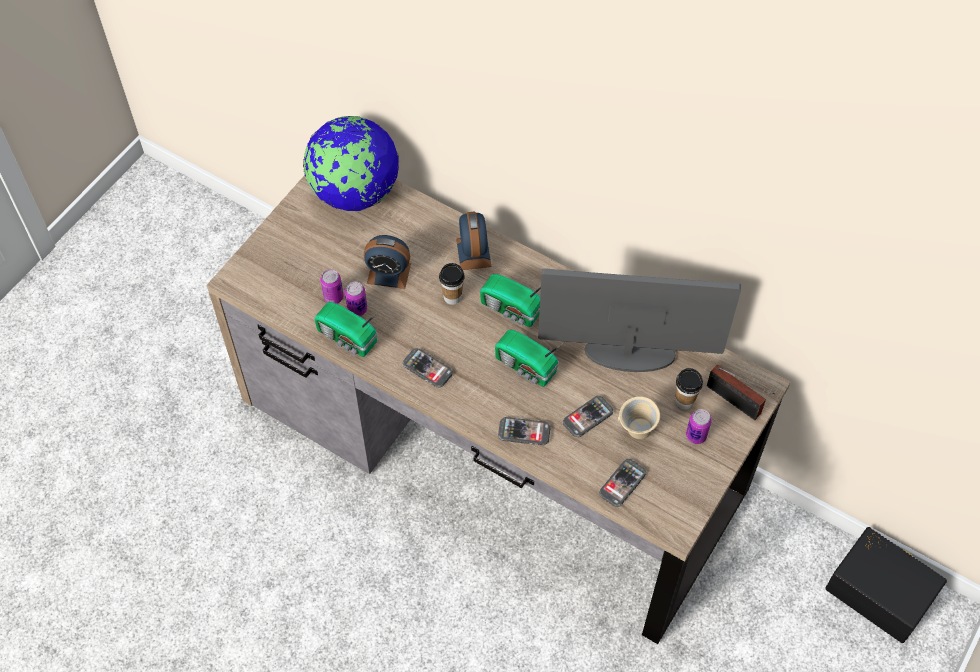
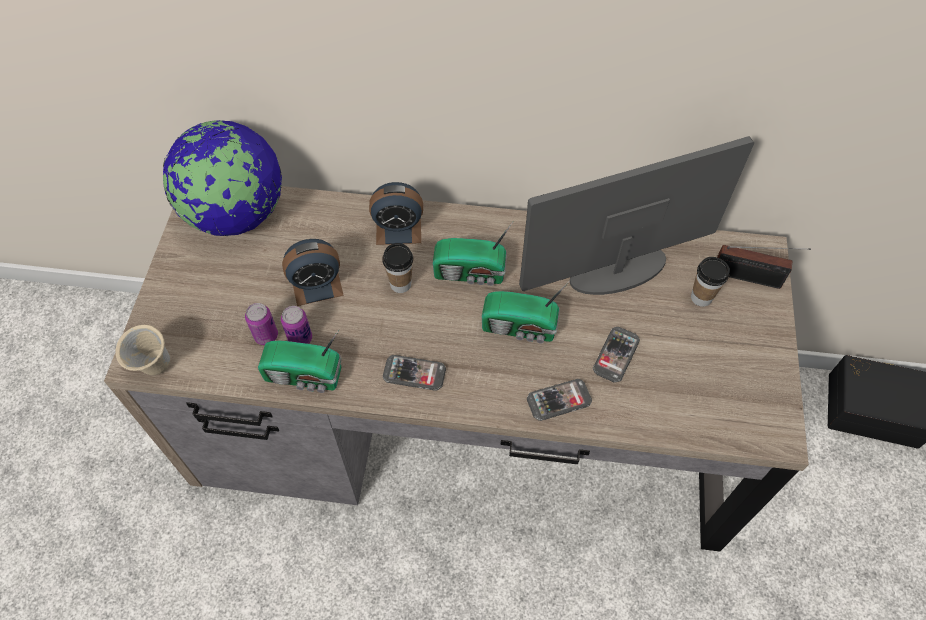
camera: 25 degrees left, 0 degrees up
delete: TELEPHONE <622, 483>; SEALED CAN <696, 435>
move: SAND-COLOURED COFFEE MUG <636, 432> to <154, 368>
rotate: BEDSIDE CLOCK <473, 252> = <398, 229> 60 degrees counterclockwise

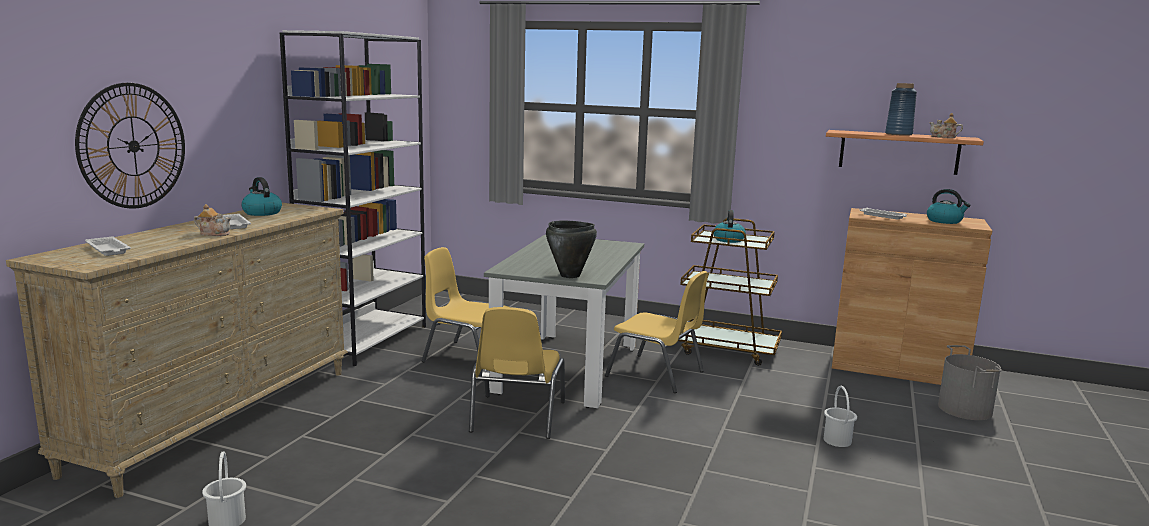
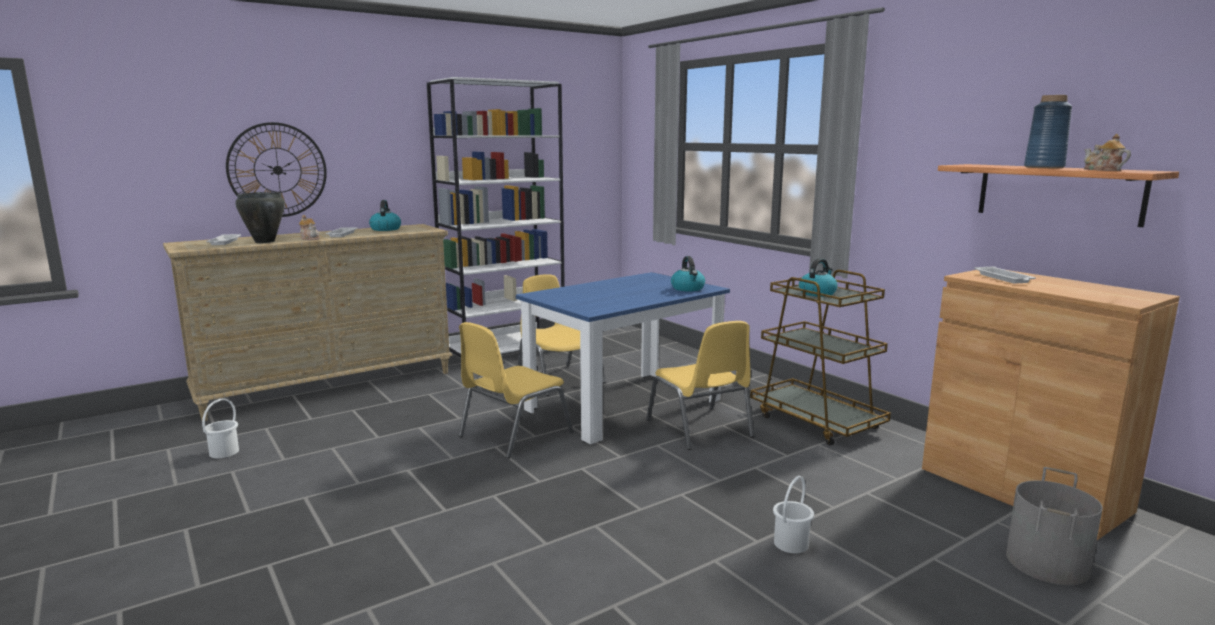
camera: 35 degrees right, 0 degrees up
move: BLACK STOCKPOT <570, 275> to <264, 241>; KETTLE <945, 221> to <688, 288>
recolor: GRAY KITCHEN TABLE <567, 369> to BLUE KITCHEN TABLE <624, 406>

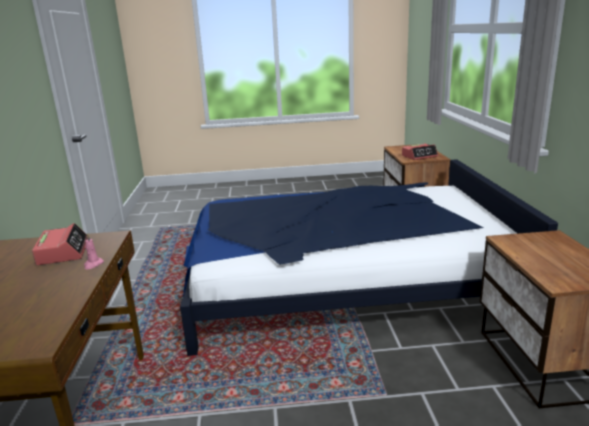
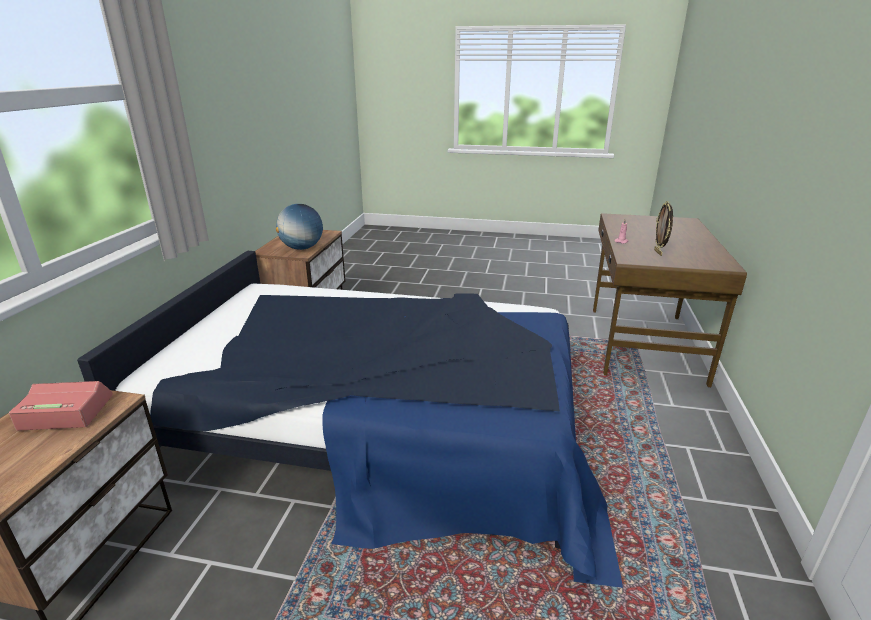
camera: 165 degrees left, 5 degrees up
insert: WORLD GLOBE <302, 248>
replace: BEDSIDE CLOCK <63, 252> to STANDING FRAME <658, 252>

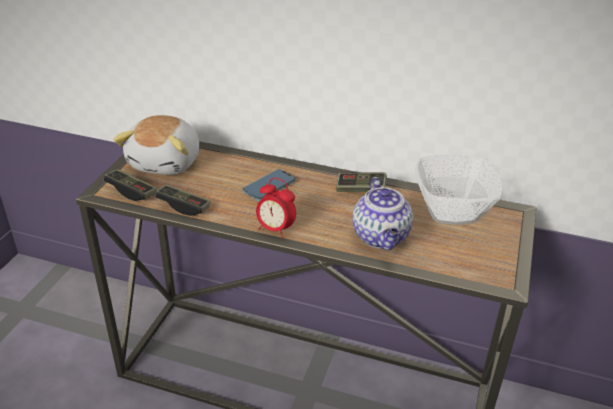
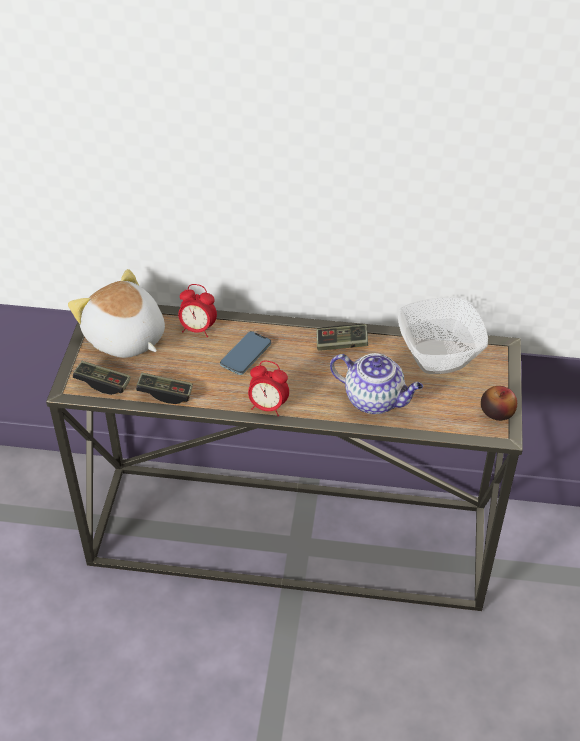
camera: 10 degrees left, 10 degrees up
insert: BEDSIDE CLOCK <198, 329>; APPLE FRUIT <497, 412>
rotate: SOFT TOY <166, 162> = <125, 338> 135 degrees clockwise; POT FOR TEA <381, 237> = <375, 400> 45 degrees counterclockwise

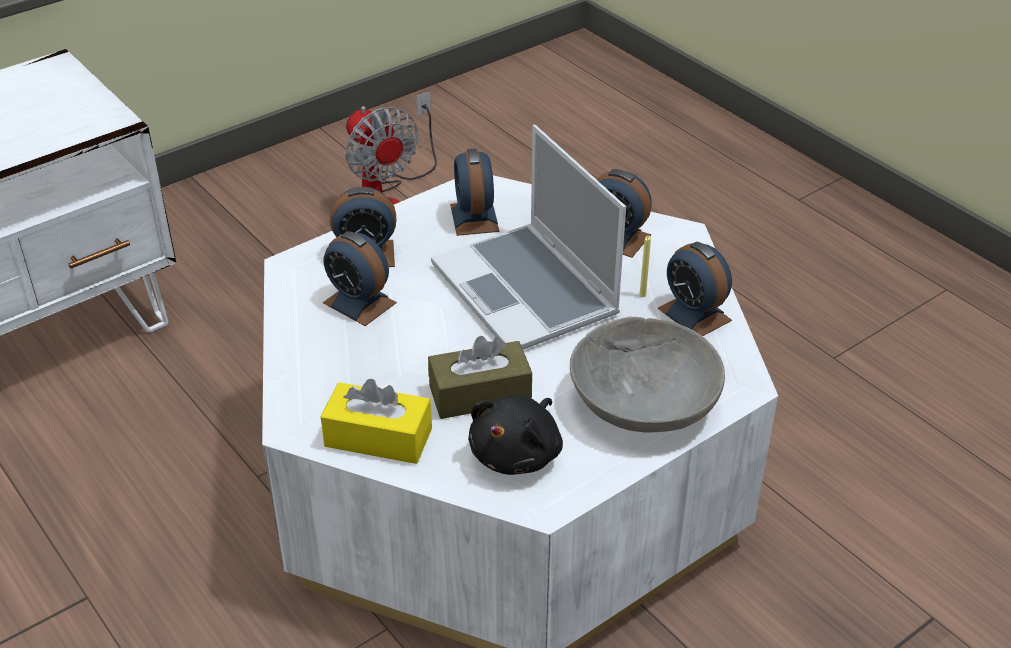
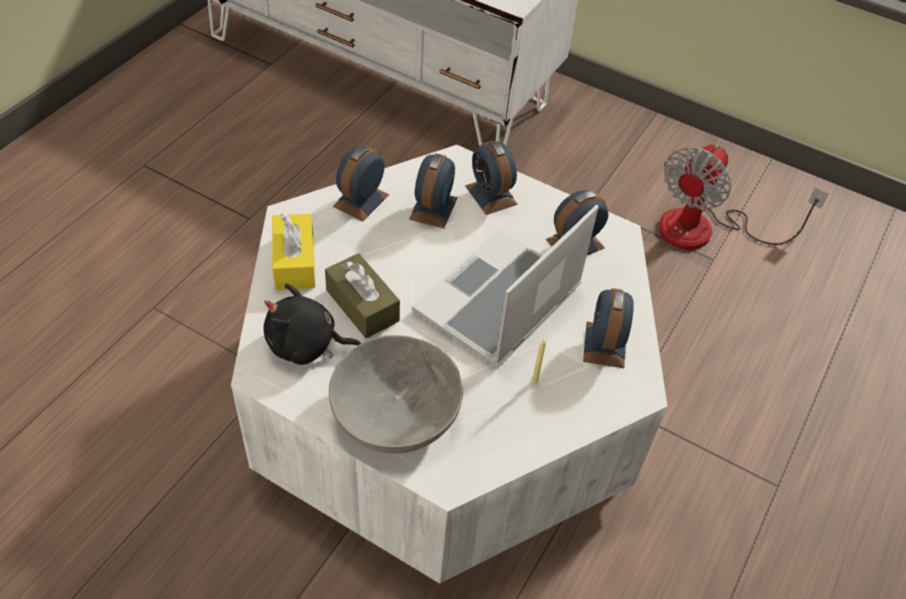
camera: 65 degrees right, 10 degrees up
move: BEDSIDE CLOCK <694, 314> to <361, 200>

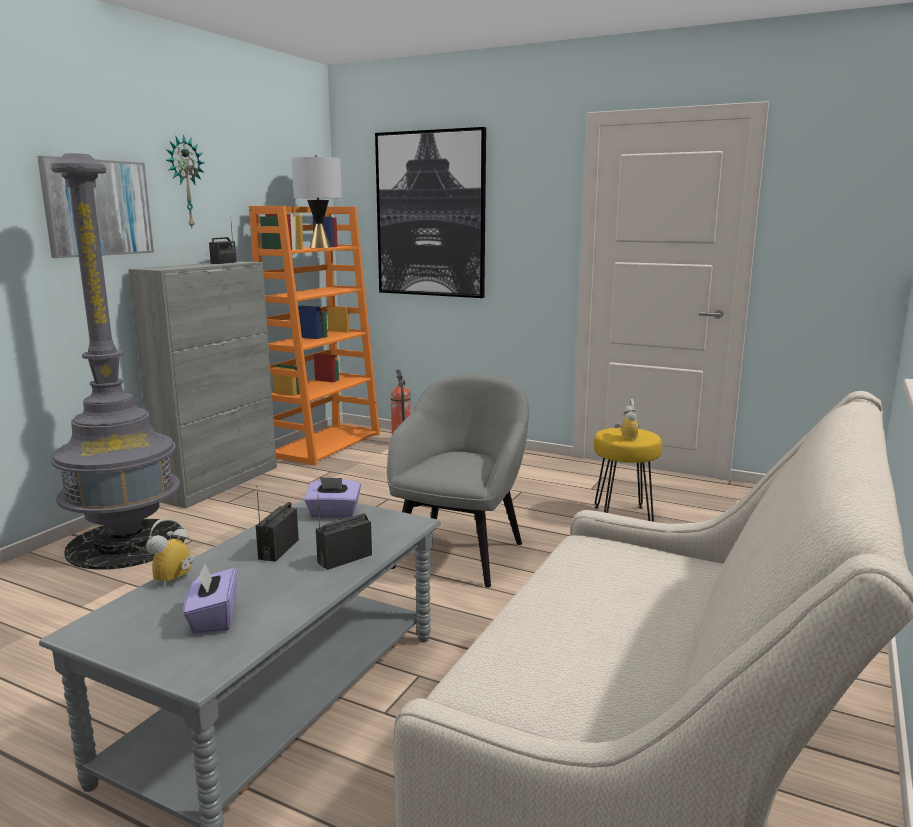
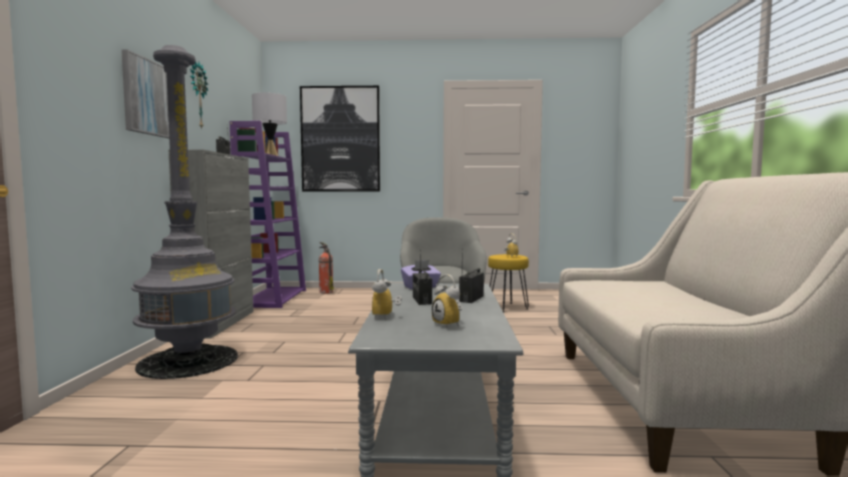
camera: 25 degrees left, 10 degrees down
replace: PURPLE BOX OF TISSUES <213, 618> to BEDSIDE CLOCK <450, 325>
recolor: ORANGE-COLOURED BOOKSHELF <325, 444> to PURPLE BOOKSHELF <273, 298>

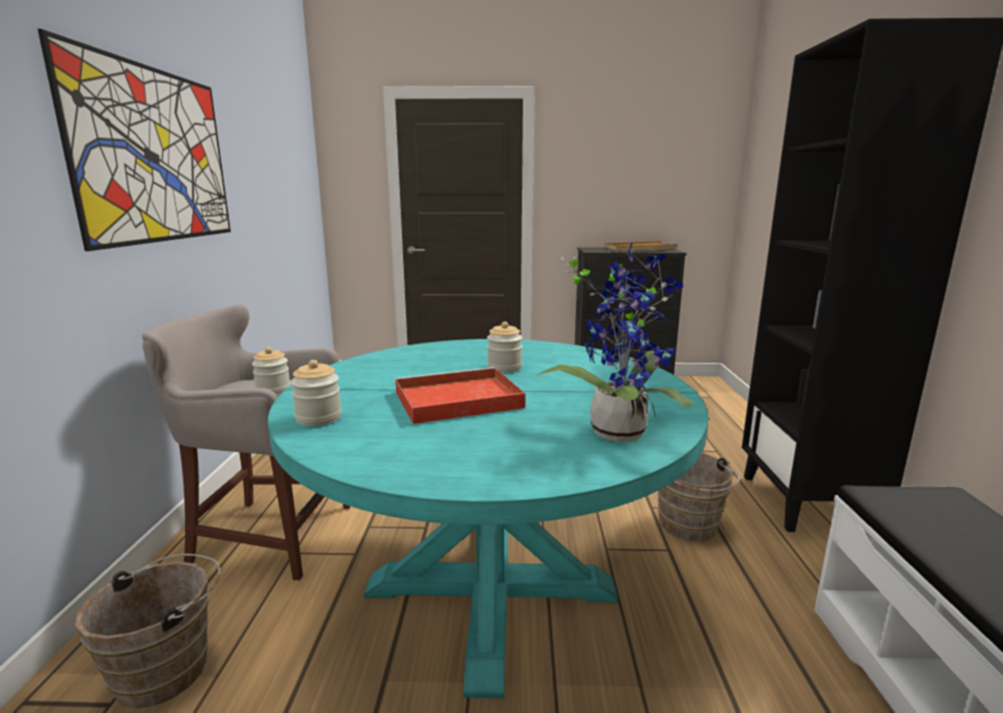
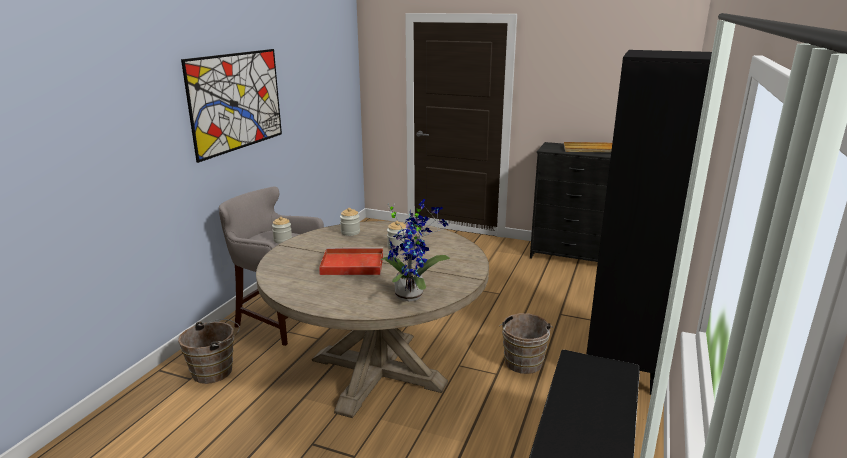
camera: 20 degrees right, 5 degrees up
move: JAR <318, 418> to <350, 232>
recolor: TURQUOISE KITCHEN TABLE <490, 589> to SAND-COLOURED KITCHEN TABLE <377, 371>

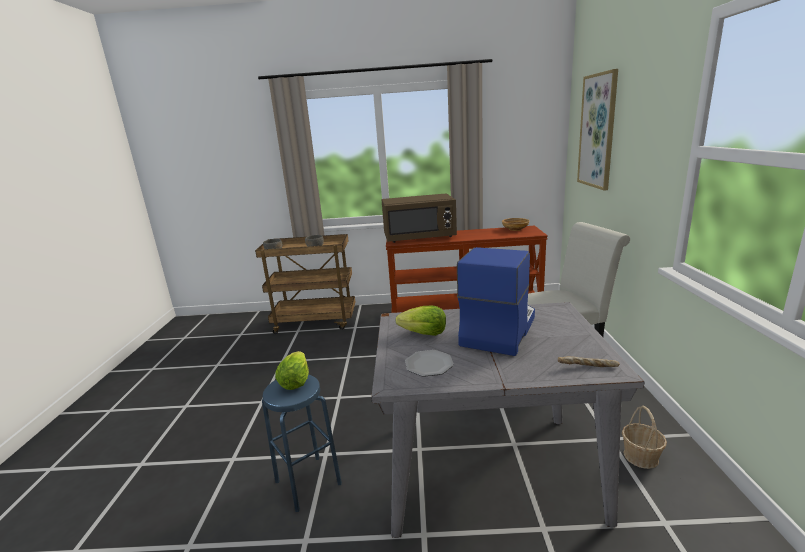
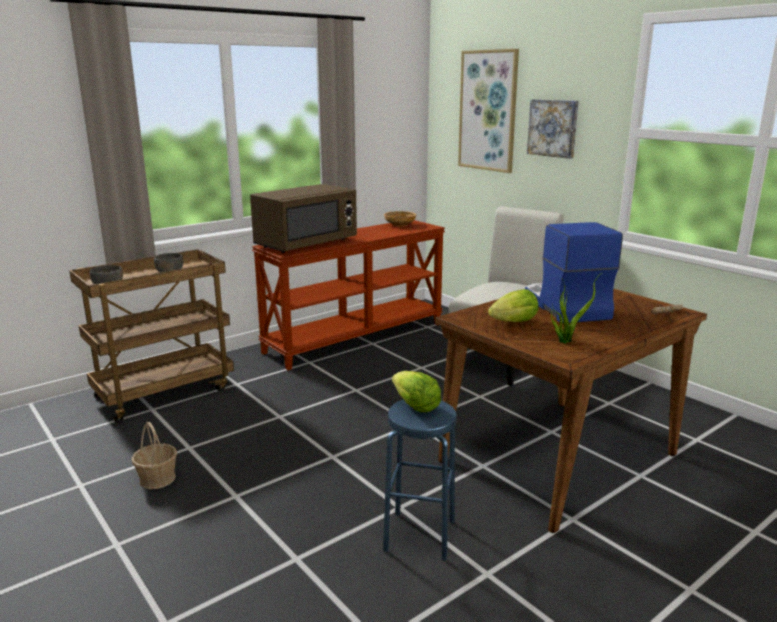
camera: 40 degrees left, 0 degrees up
insert: WALL PICTURE <553, 128>
move: HOUSEHOLD BASKET <641, 456> to <157, 478>
replace: FLAT DISH <429, 364> to HOUSEPLANT <566, 340>
recolor: GRAY KITCHEN TABLE <486, 471> to BROWNISH KITCHEN TABLE <557, 458>

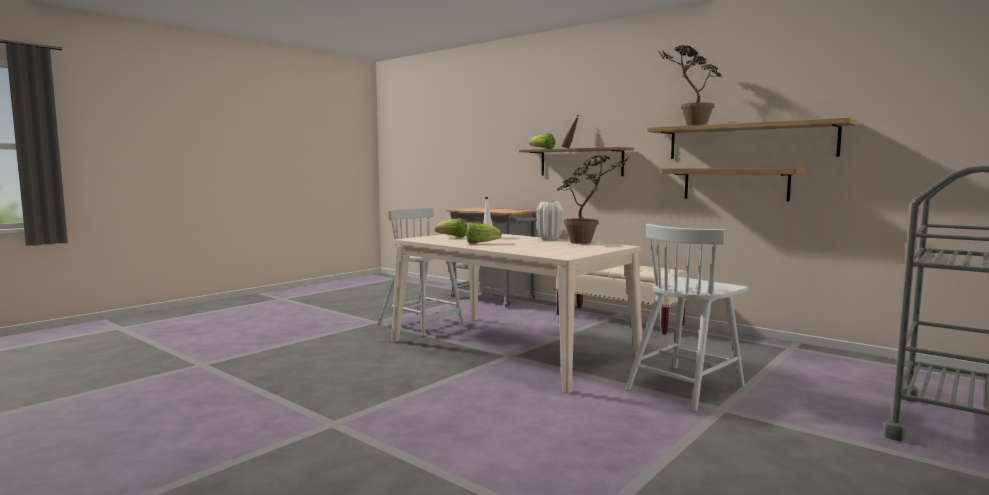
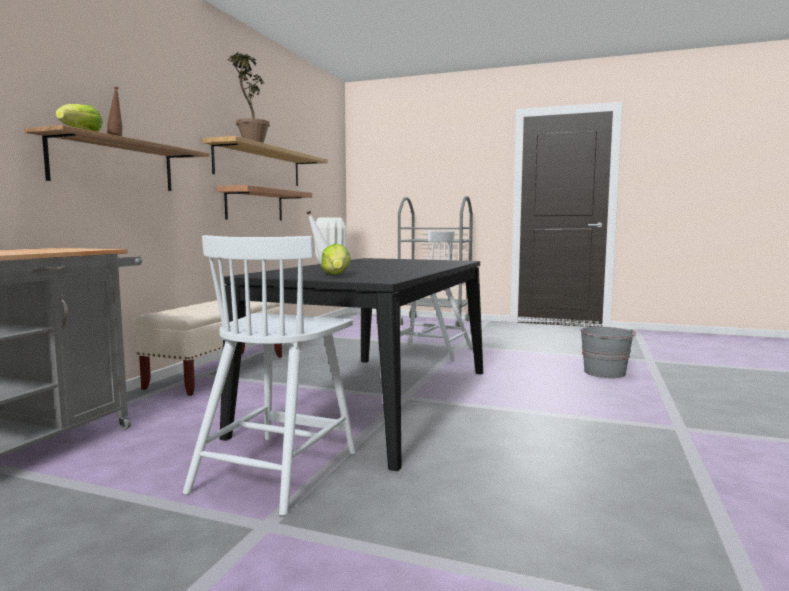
camera: 110 degrees left, 0 degrees up
delete: LETTUCE HEAD <481, 243>; HOUSEPLANT <588, 243>
insert: GRAY BUCKET <605, 373>
recolor: SAND-COLOURED KITCHEN TABLE <511, 348> to BLACK KITCHEN TABLE <375, 400>

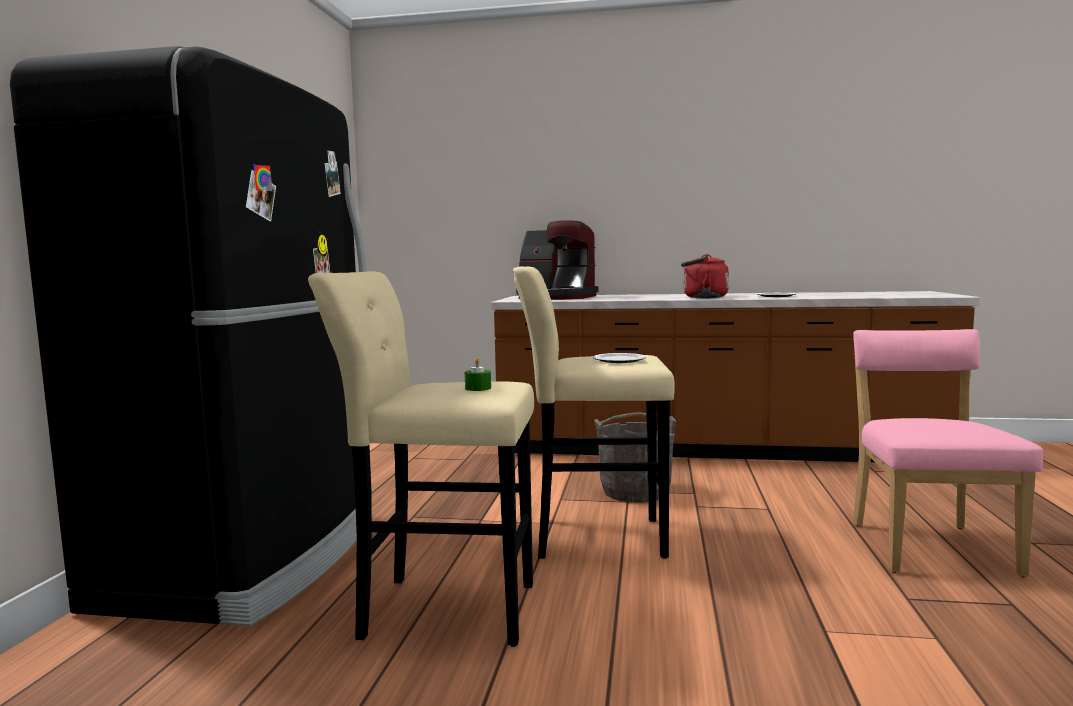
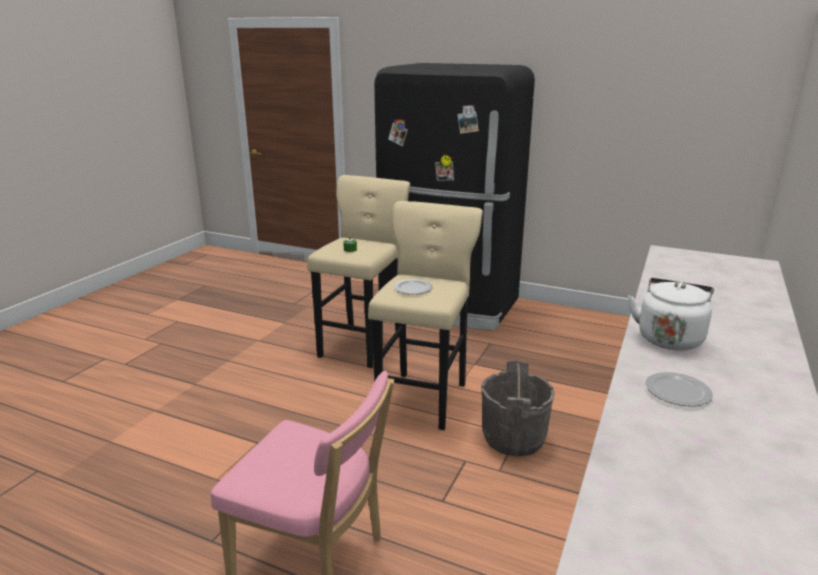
camera: 105 degrees right, 15 degrees up
delete: COFFEE MAKER <556, 298>
recolor: RED KETTLE <702, 297> to WHITE-COLOURED KETTLE <669, 338>

